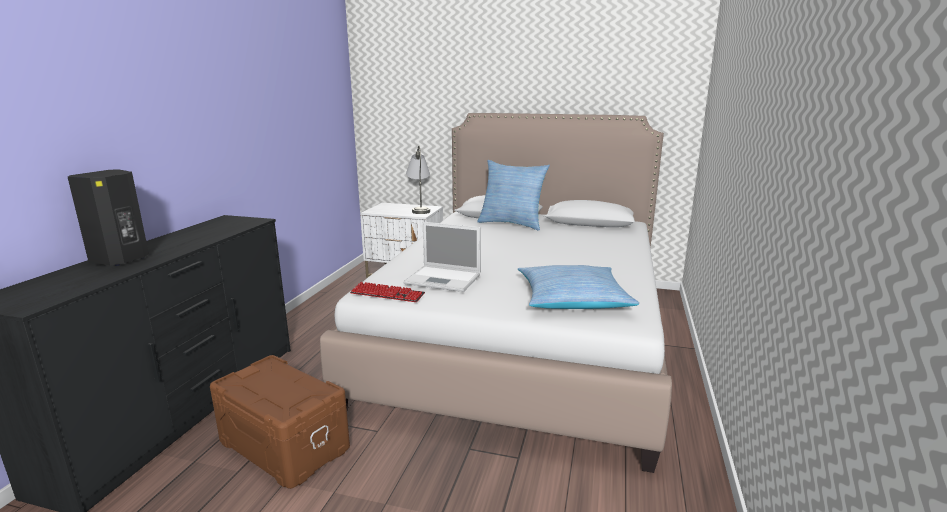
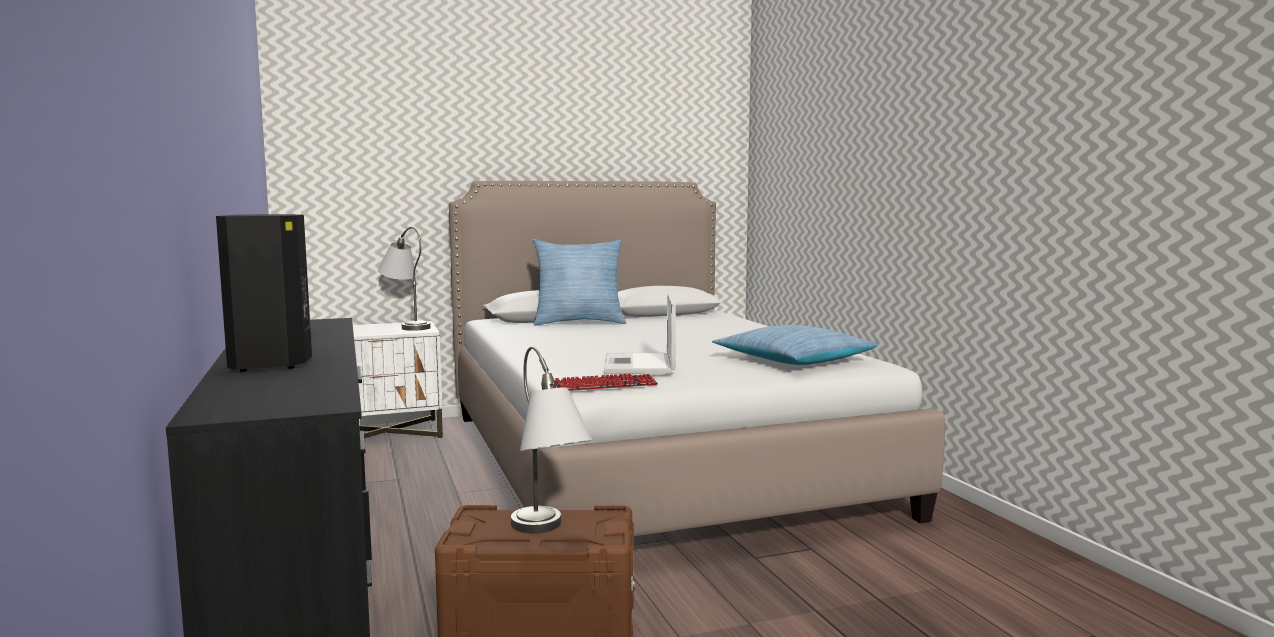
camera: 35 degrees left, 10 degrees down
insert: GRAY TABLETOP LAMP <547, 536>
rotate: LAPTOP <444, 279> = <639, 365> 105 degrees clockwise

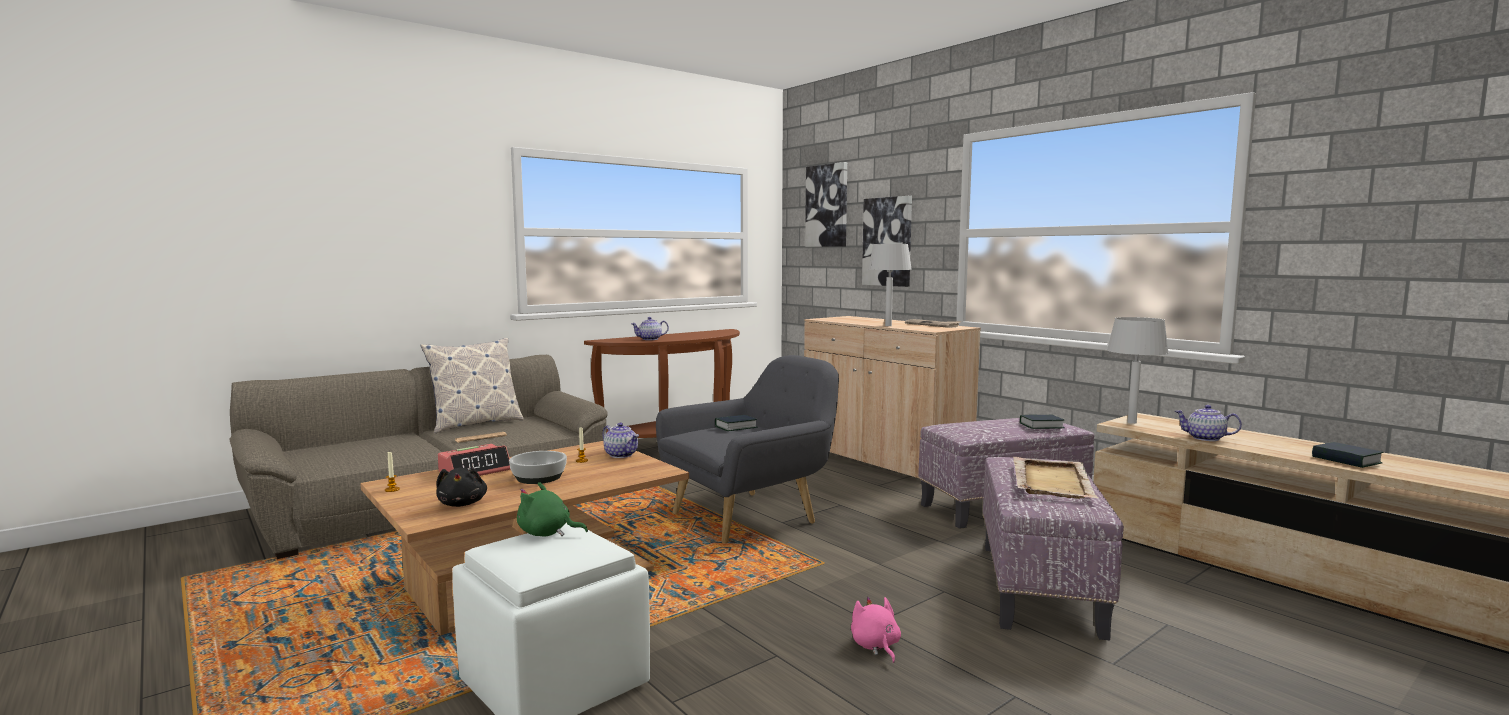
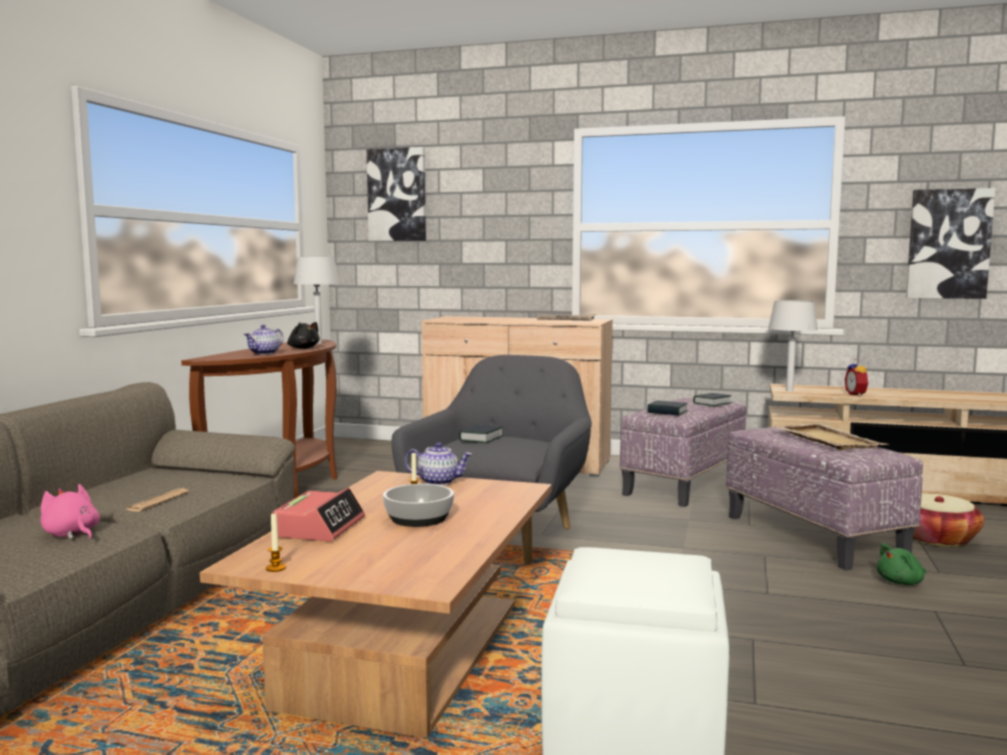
camera: 35 degrees left, 0 degrees up
delete: THROW PILLOW <475, 424>
insert: HOUSEHOLD BASKET <937, 538>
move: BLACK SOFT TOY <462, 504> to <303, 348>; GREEN SOFT TOY <547, 533> to <901, 582>; PINKISH SOFT TOY <875, 646> to <71, 534>; WALL PICTURE <888, 241> to <948, 244>; GRAY TABLETOP LAMP <888, 326> to <318, 343>; BOOK <1346, 460> to <667, 412>
replace: POT FOR TEA <1205, 438> to BEDSIDE CLOCK <857, 394>

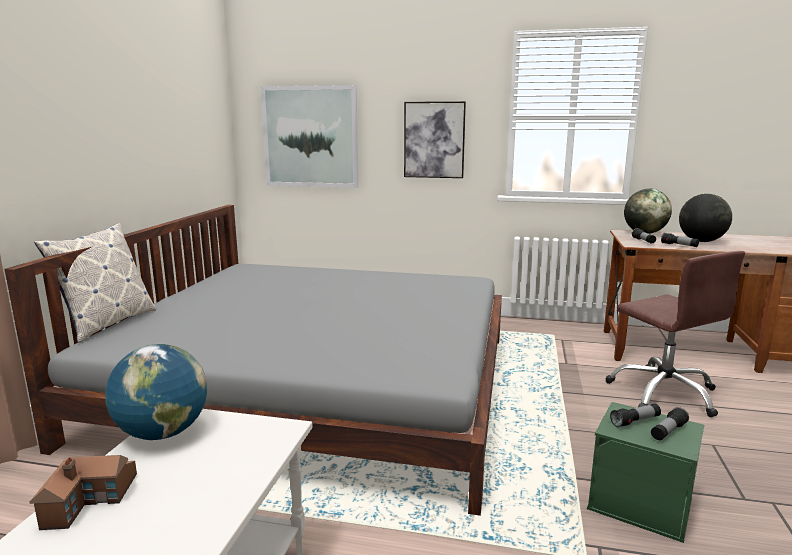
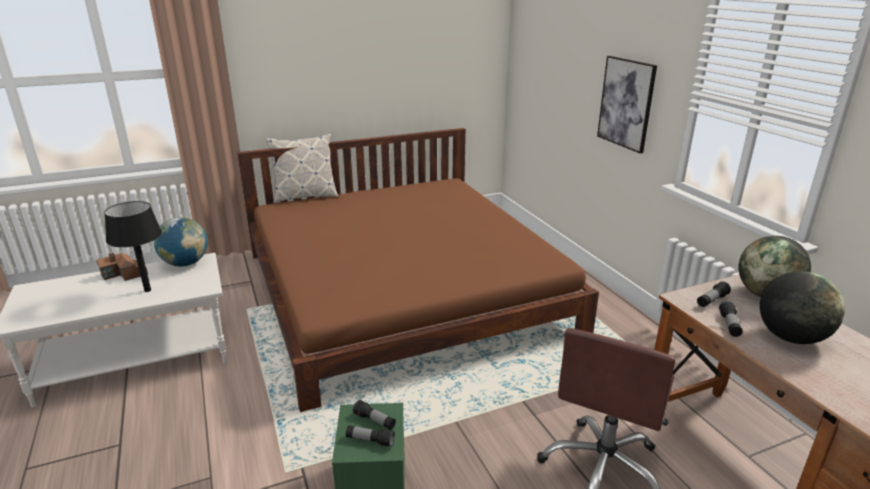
camera: 55 degrees right, 10 degrees up
delete: WALL PICTURE <310, 137>
insert: BLACK TABLETOP LAMP <147, 290>
recolor: GRAY SLEEPING BED <317, 384> to BROWNISH SLEEPING BED <402, 290>

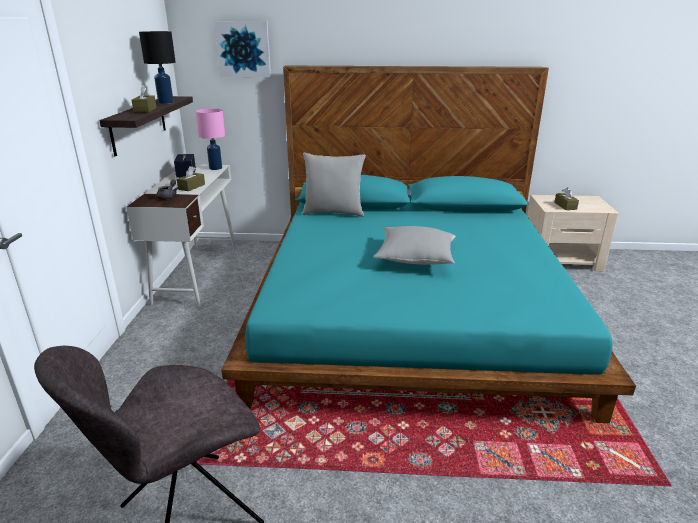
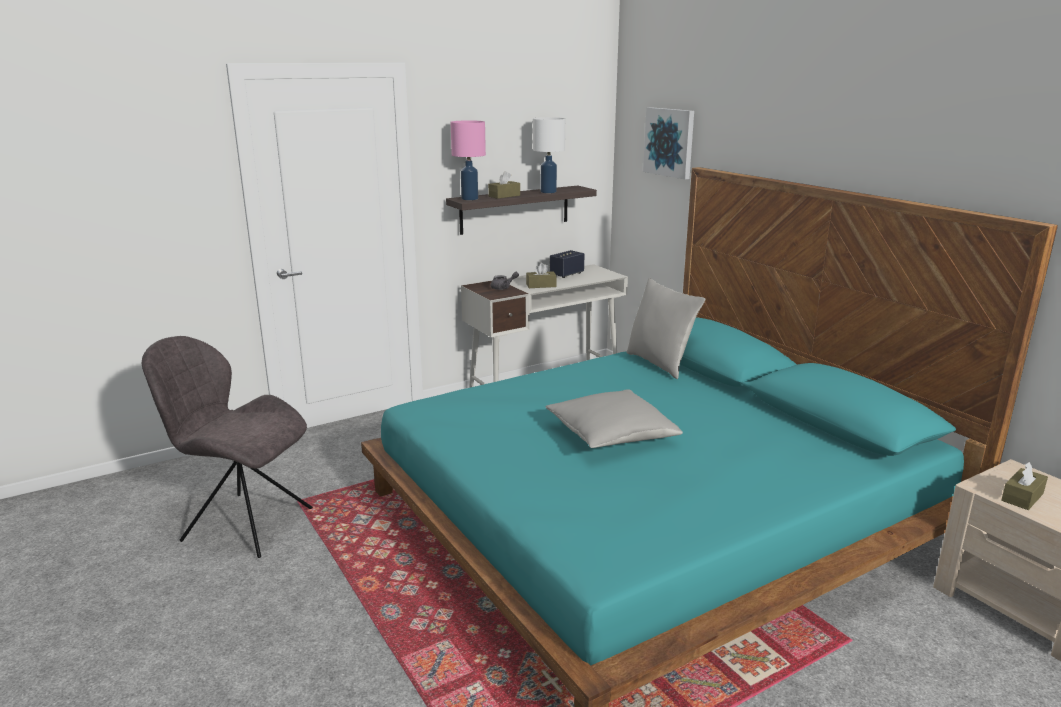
camera: 55 degrees right, 5 degrees down
move: PINKISH TABLETOP LAMP <215, 168> to <469, 198>
recolor: BLACK TABLETOP LAMP <165, 102> to WHITE-COLOURED TABLETOP LAMP <548, 192>

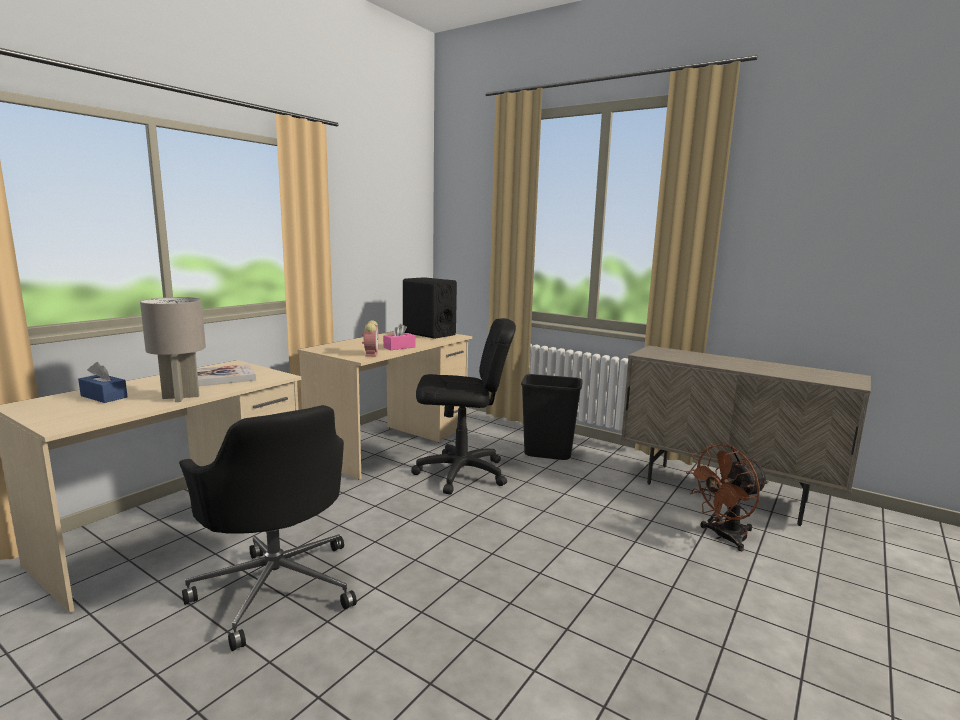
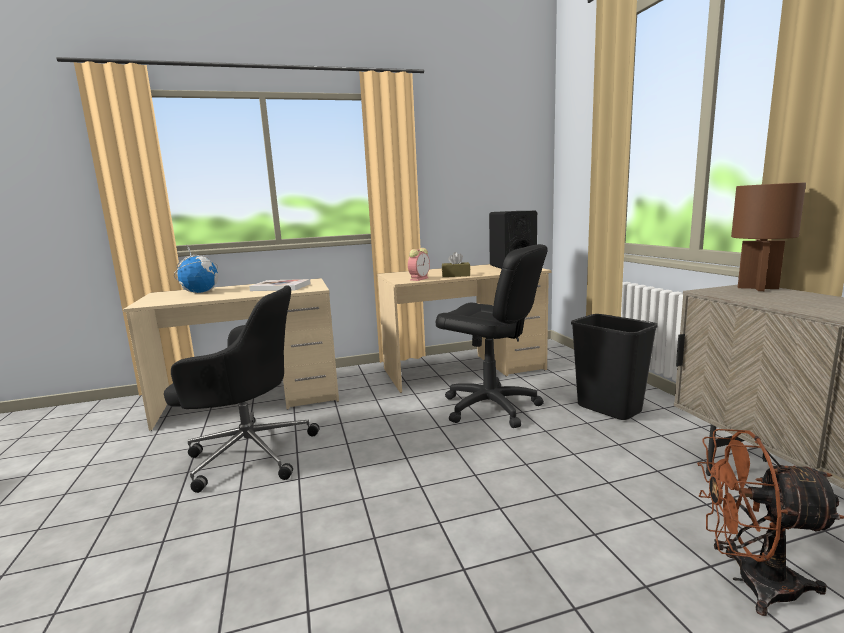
camera: 40 degrees right, 0 degrees up
delete: GRAY TABLETOP LAMP <180, 397>
insert: BROWNISH TABLETOP LAMP <757, 288>
replace: BLUE BOX OF TISSUES <104, 396> to WORLD GLOBE <200, 292>
recolor: PINKISH BOX OF TISSUES <399, 347> to BROWNISH BOX OF TISSUES <456, 275>
rotate: BLACK COMPUTER CHAIR <277, 586> = <249, 453> 90 degrees counterclockwise

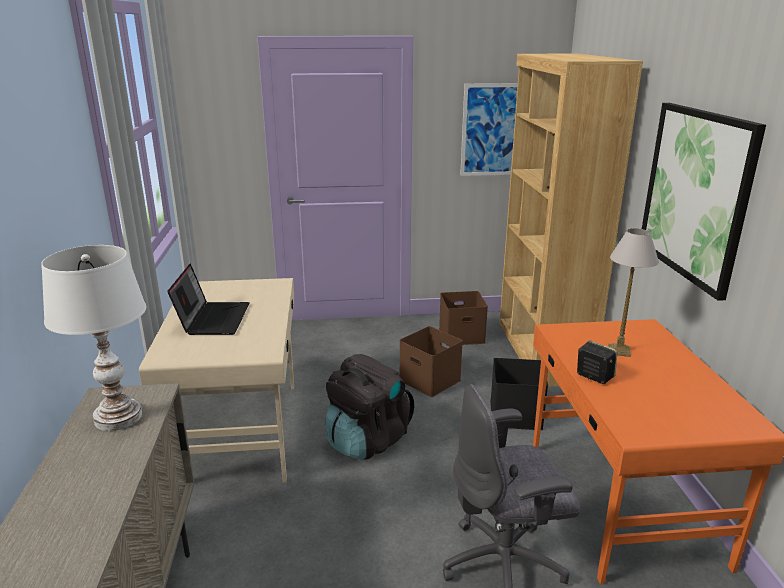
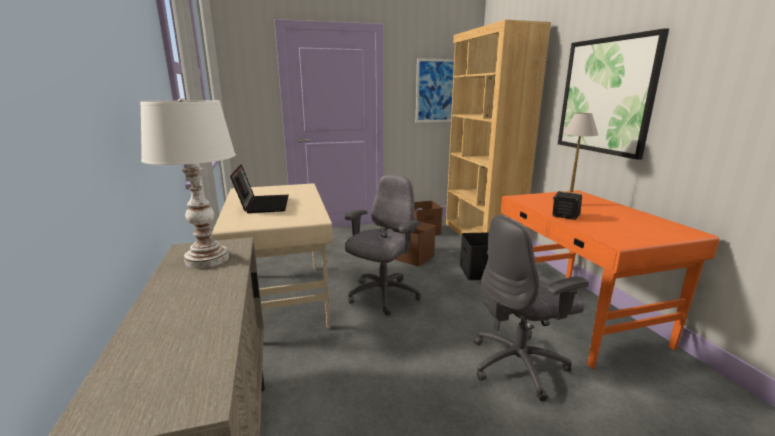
camera: 10 degrees left, 5 degrees down
replace: BLACK RUCKSACK <367, 440> to GRAY COMPUTER CHAIR <382, 295>

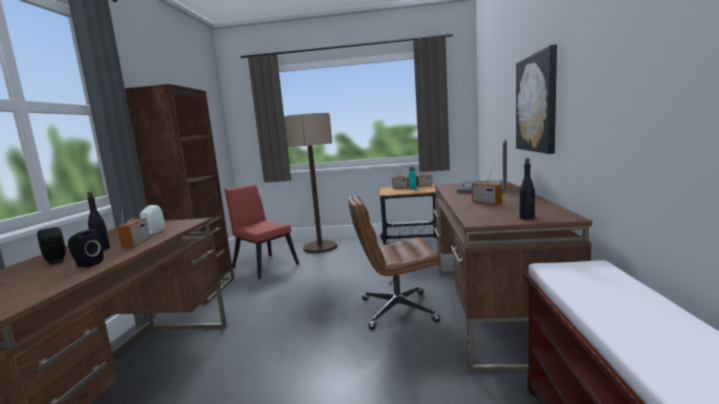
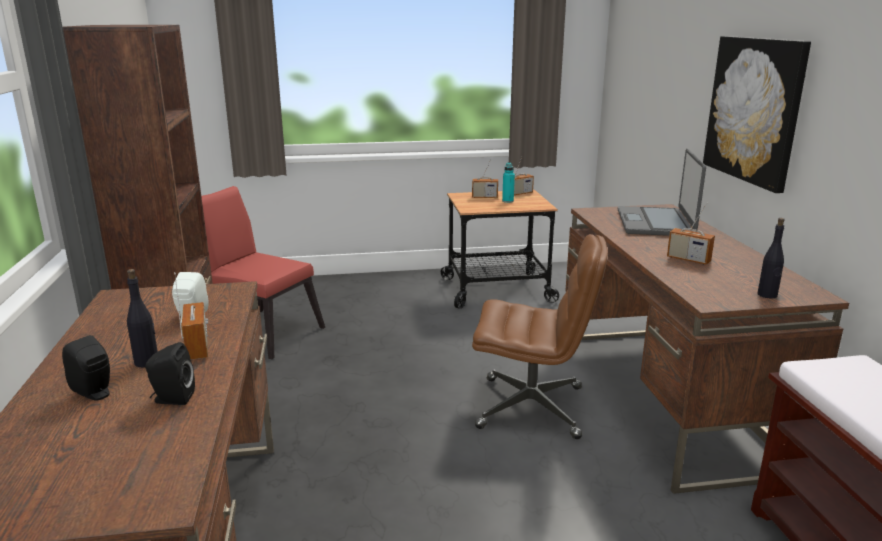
camera: 15 degrees left, 10 degrees up
delete: STANDARD LAMP <320, 247>
rotate: BROWNISH COMPUTER CHAIR <397, 310> = <532, 407> 150 degrees counterclockwise

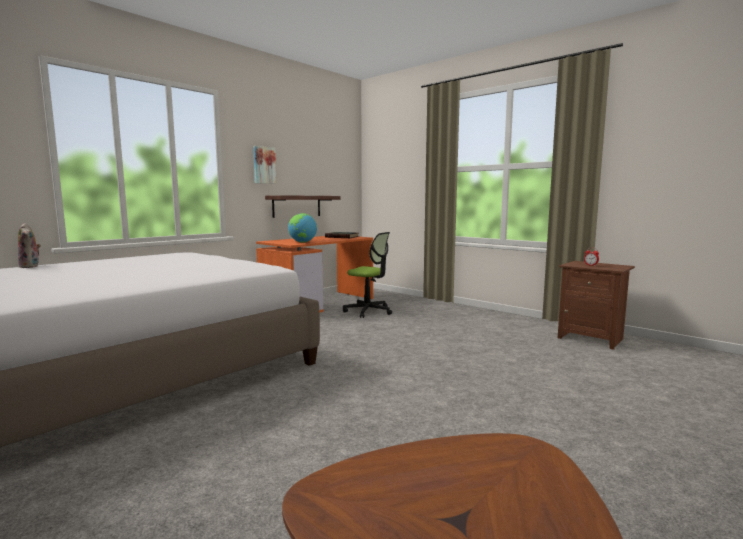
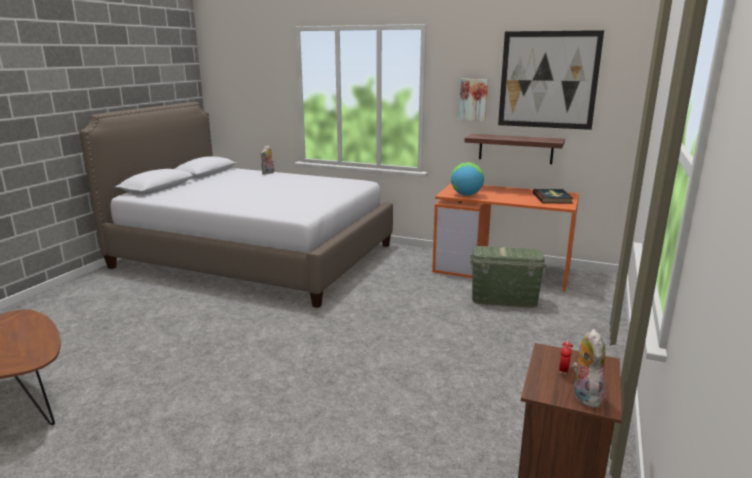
camera: 70 degrees right, 10 degrees up
insert: WALL PICTURE <548, 80>; SOFT TOY <584, 395>
replace: COMPUTER CHAIR <368, 311> to GREEN STORAGE CONTAINER <504, 299>

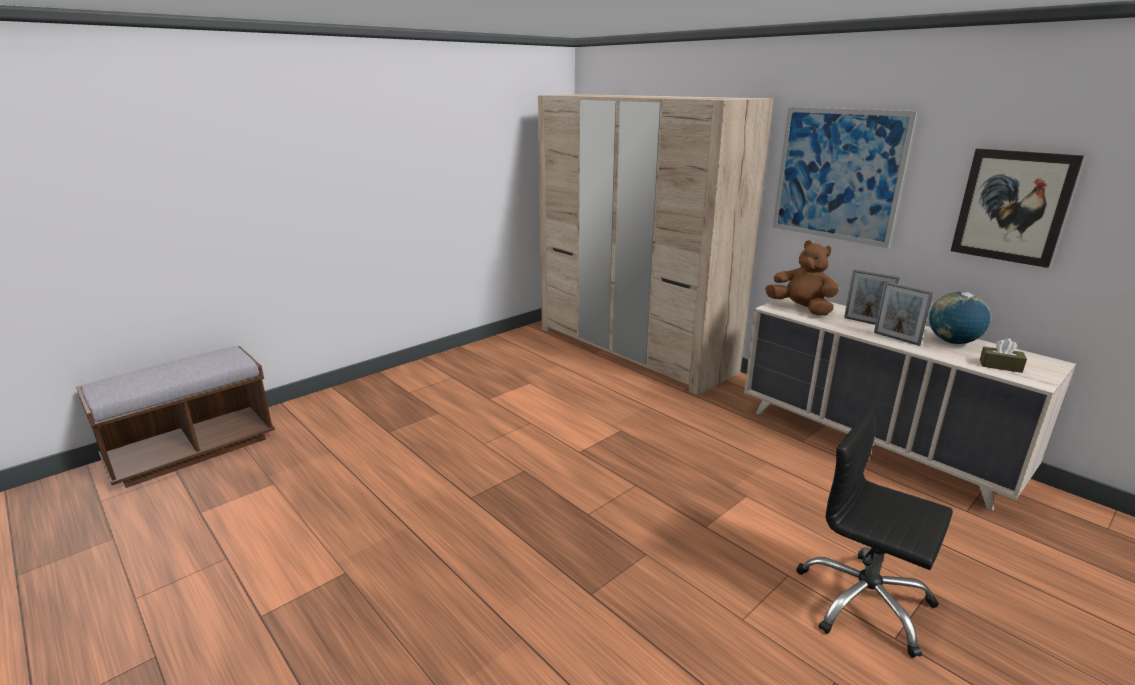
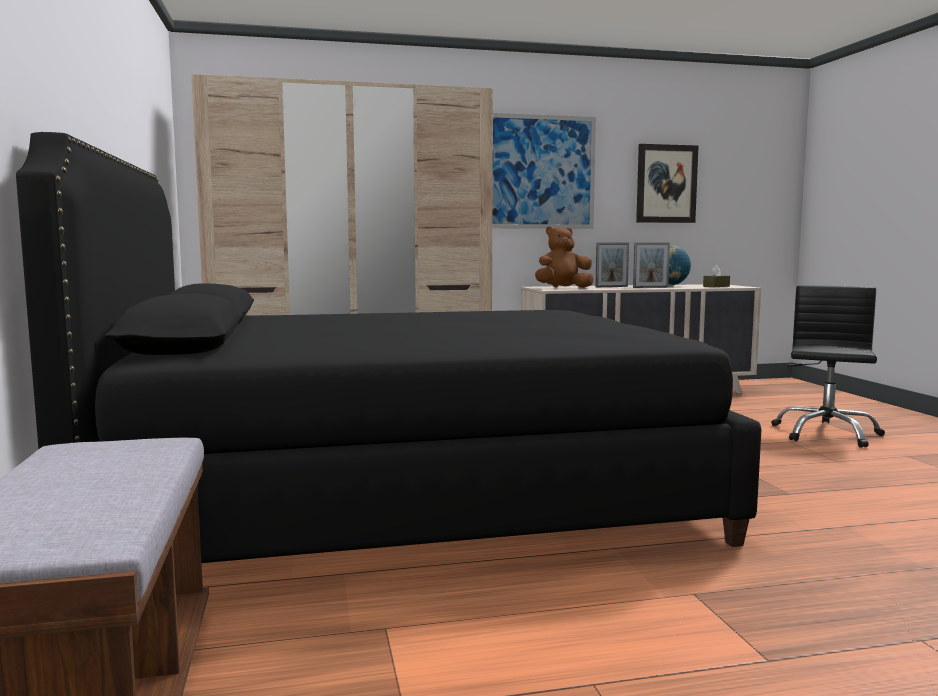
camera: 60 degrees left, 15 degrees down
insert: BLACK SLEEPING BED <404, 496>
rotate: BLACK COMPUTER CHAIR <864, 602> = <826, 433> 135 degrees clockwise

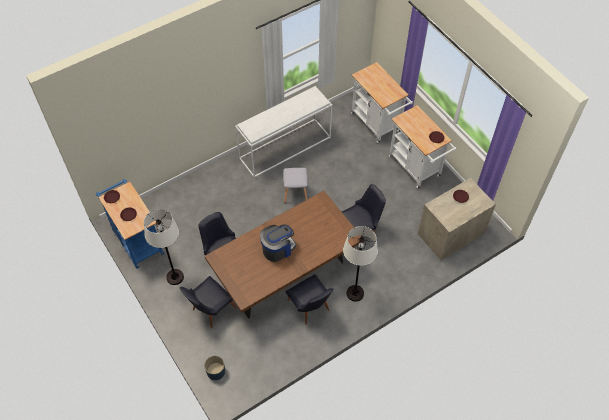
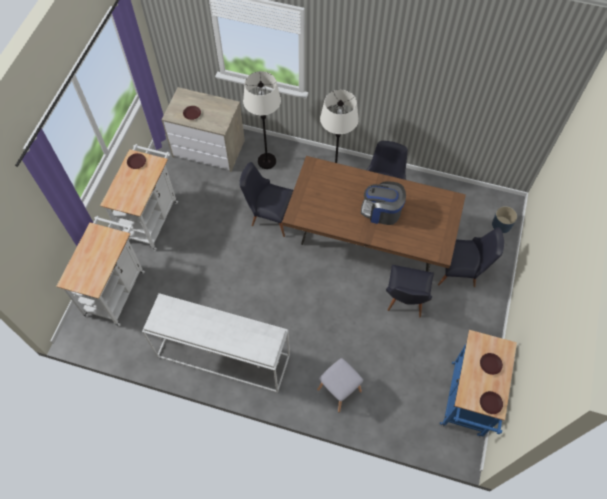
camera: 130 degrees left, 5 degrees up
move: WHITE-COLOURED STANDARD LAMP <175, 277> to <267, 161>; GRAY STOOL <296, 192> to <338, 390>

